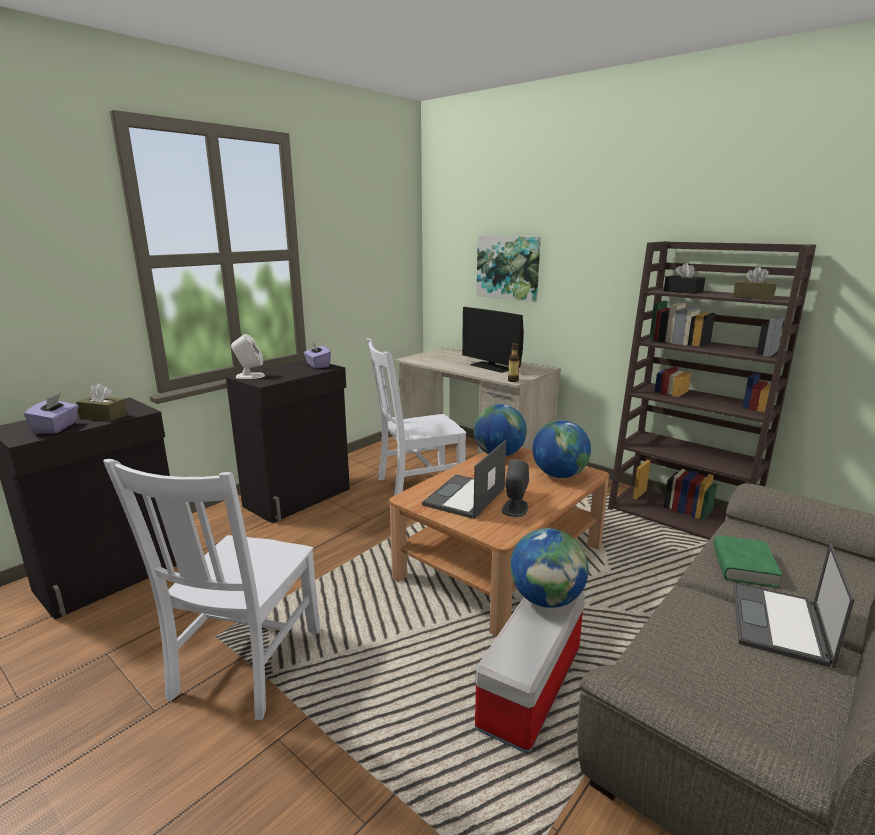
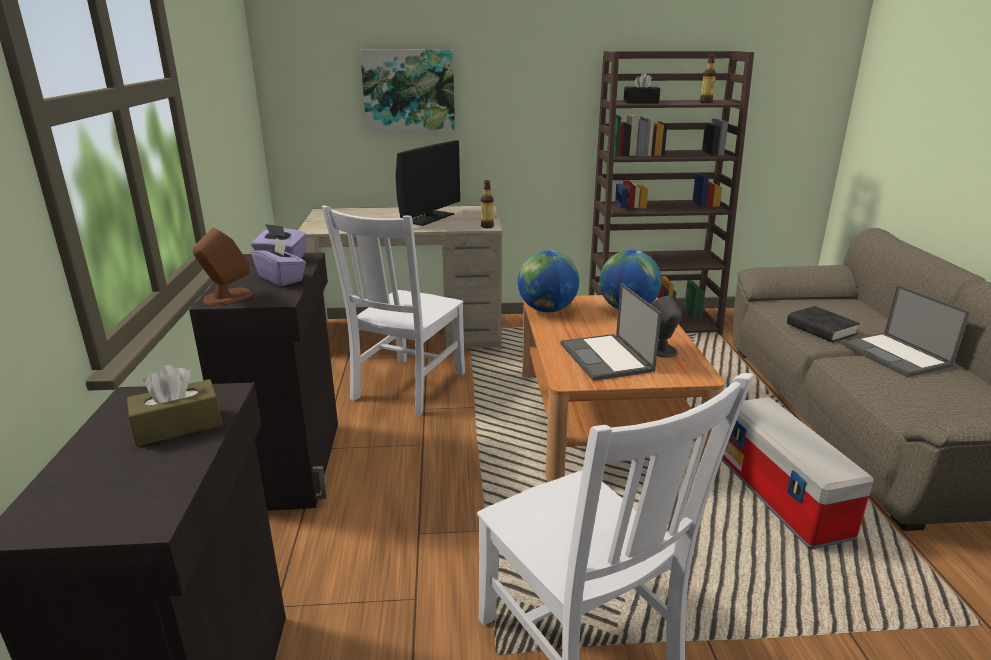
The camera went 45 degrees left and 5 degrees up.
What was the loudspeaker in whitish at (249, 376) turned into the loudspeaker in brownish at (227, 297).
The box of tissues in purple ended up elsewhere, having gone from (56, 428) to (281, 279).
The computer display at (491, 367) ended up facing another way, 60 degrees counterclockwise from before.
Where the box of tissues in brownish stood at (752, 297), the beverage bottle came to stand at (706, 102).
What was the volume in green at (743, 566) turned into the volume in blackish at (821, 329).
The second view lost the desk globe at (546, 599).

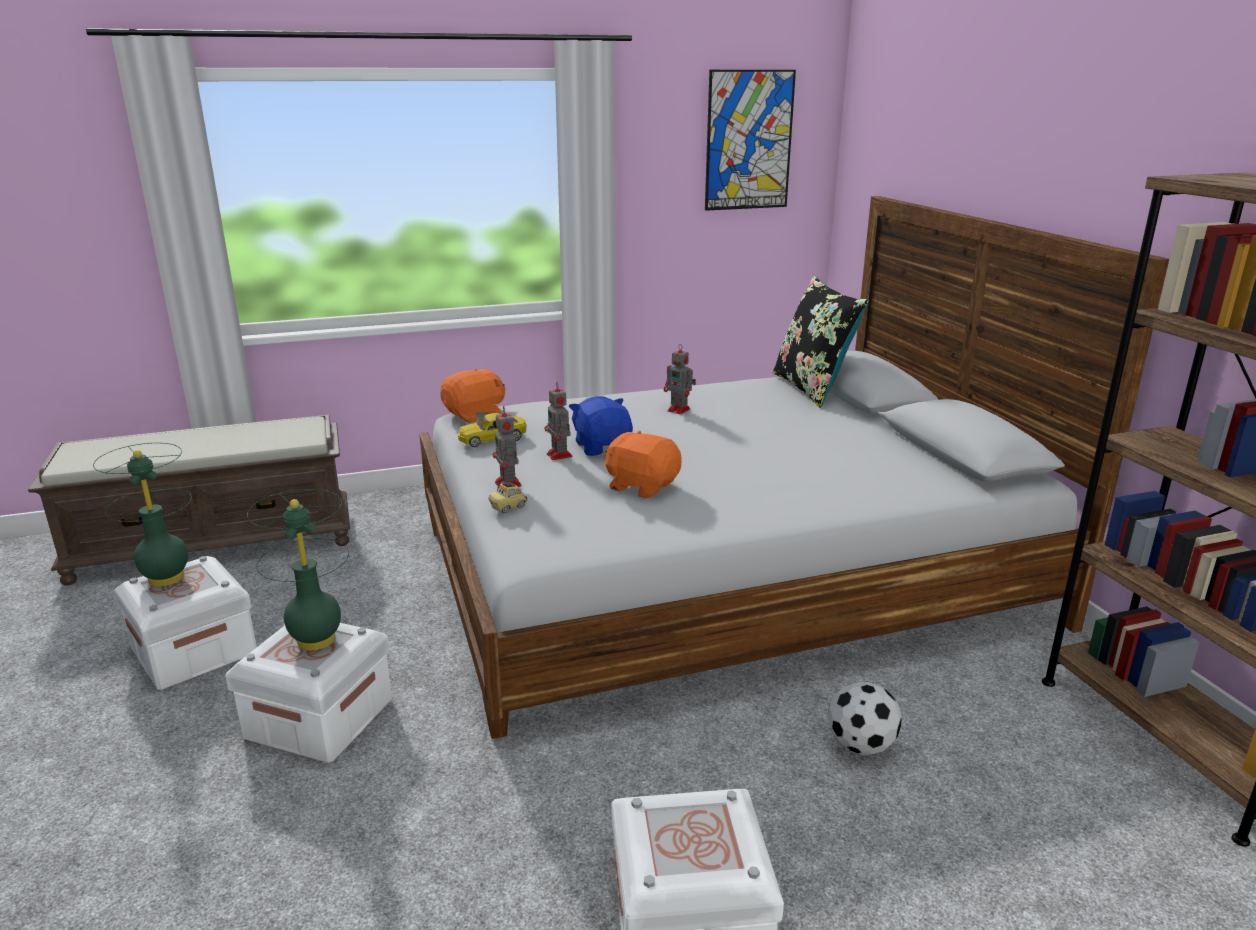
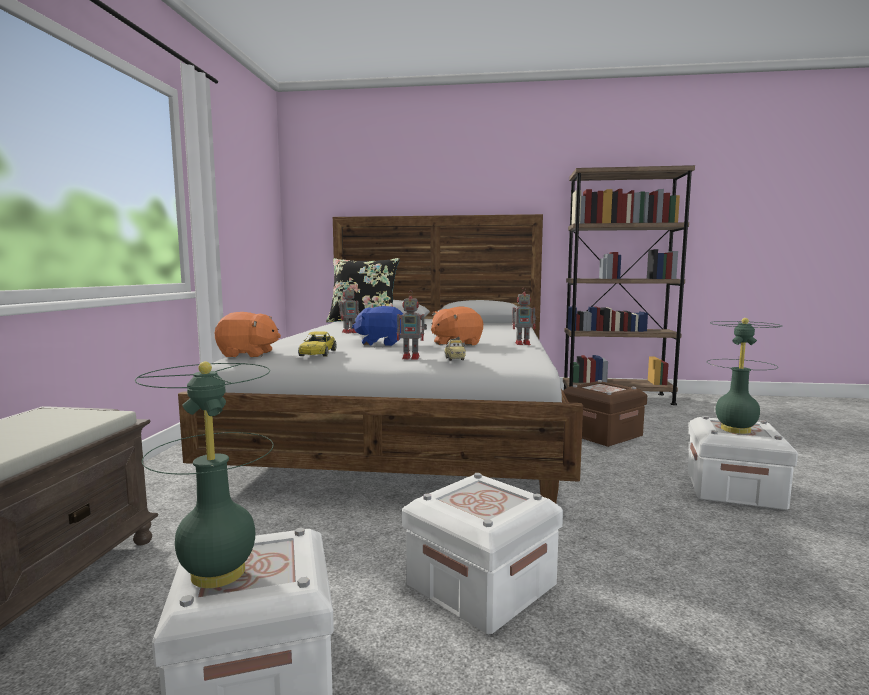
The camera went 65 degrees left and 15 degrees down.
The soft toy in orange at (475, 414) ended up facing another way, 105 degrees clockwise from before.
The toy robot ended up elsewhere, having gone from (560, 455) to (523, 344).
Where the football stood at (861, 746), the storage box in brownish came to stand at (601, 434).
The lamp for a table in green ended up elsewhere, having gone from (316, 639) to (735, 429).
The second view lost the wall picture at (749, 140).

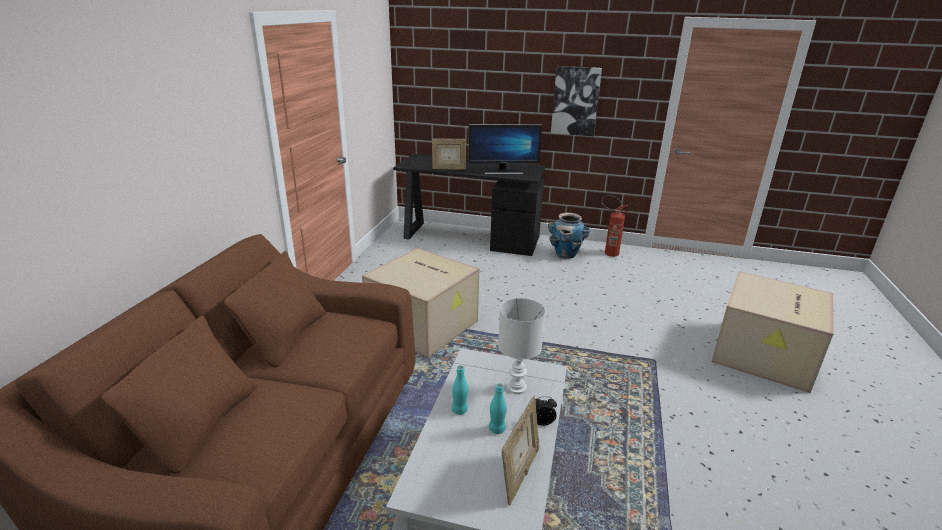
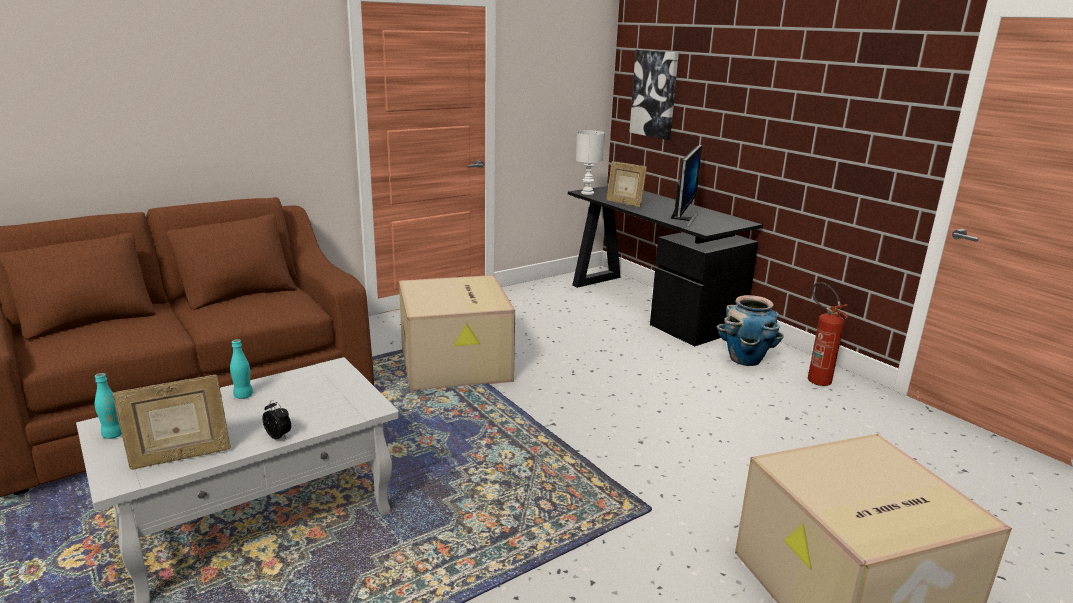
The camera went 40 degrees right and 5 degrees down.
The beverage bottle in turquoise-coloured ended up elsewhere, having gone from (497, 429) to (113, 434).
The lamp for a table in whitish ended up elsewhere, having gone from (517, 387) to (588, 193).
The wall picture ended up elsewhere, having gone from (575, 101) to (654, 94).
The computer display at (503, 172) ended up facing another way, 105 degrees counterclockwise from before.

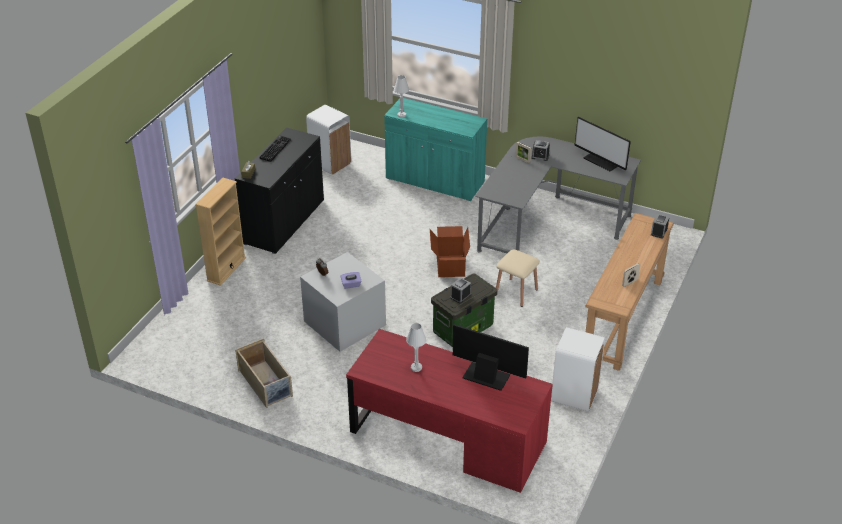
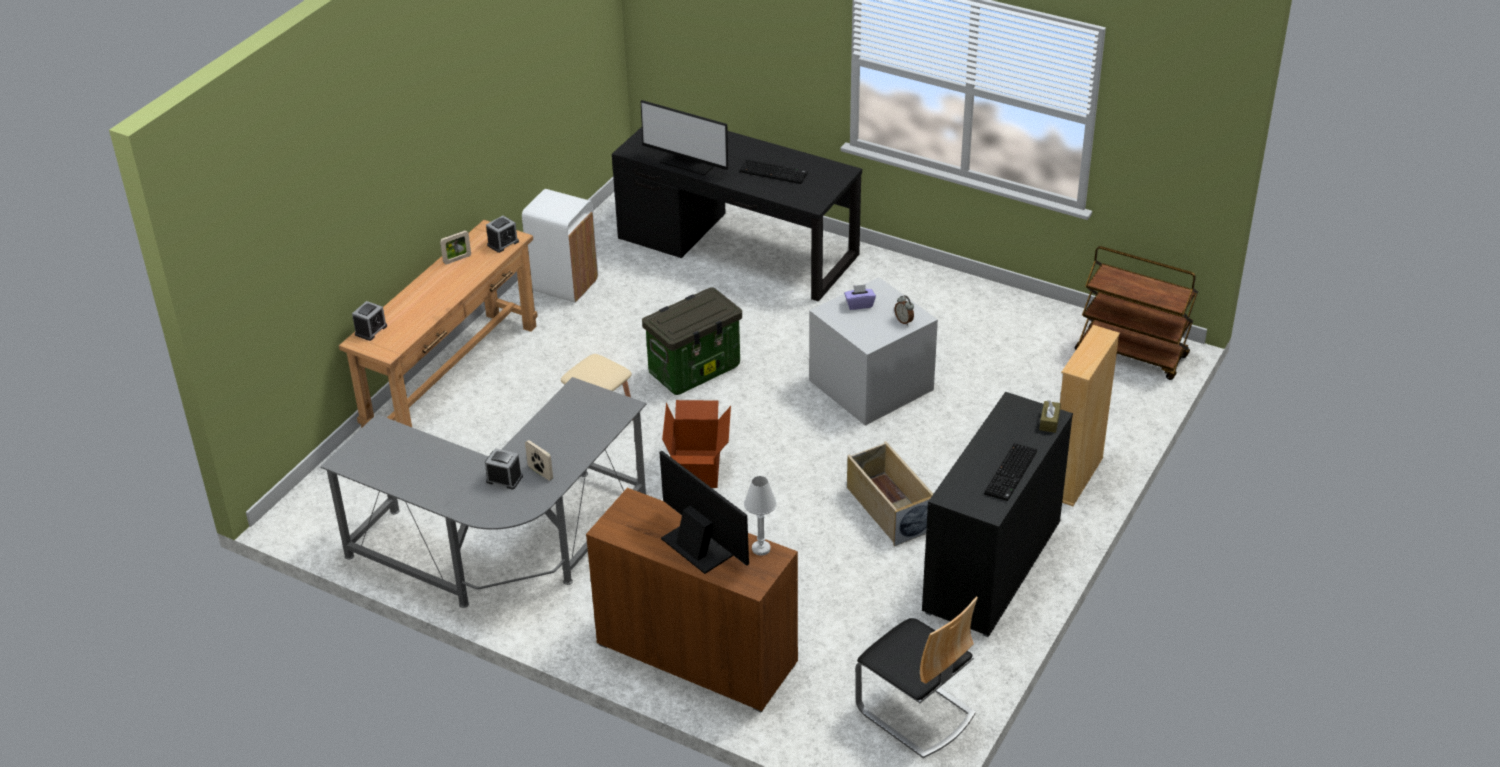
The camera went 175 degrees left and 0 degrees up.
The alarm clock ended up elsewhere, having gone from (460, 296) to (503, 243).
What was the cupboard in turquoise-coloured at (435, 181) turned into the cupboard in brownish at (697, 653).
What was the desk unit in reddish at (447, 437) turned into the desk unit in blackish at (738, 247).
The computer display ended up elsewhere, having gone from (602, 161) to (698, 546).
Where the lamp for a table in whitish stood at (416, 367), the PC keyboard came to stand at (774, 172).
The storage box in beige-coloured ended up elsewhere, having gone from (266, 383) to (889, 508).
Where the trash can in whitish stood at (330, 163), the chair came to stand at (915, 712).
The second view gained the cart in brownish at (1132, 354).

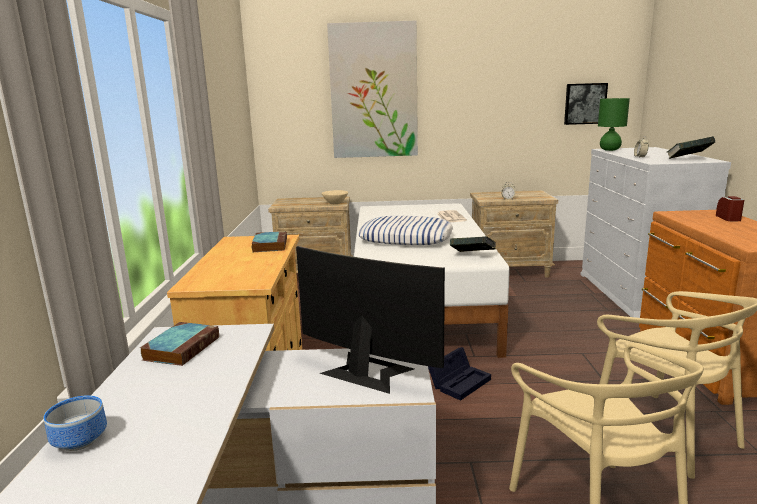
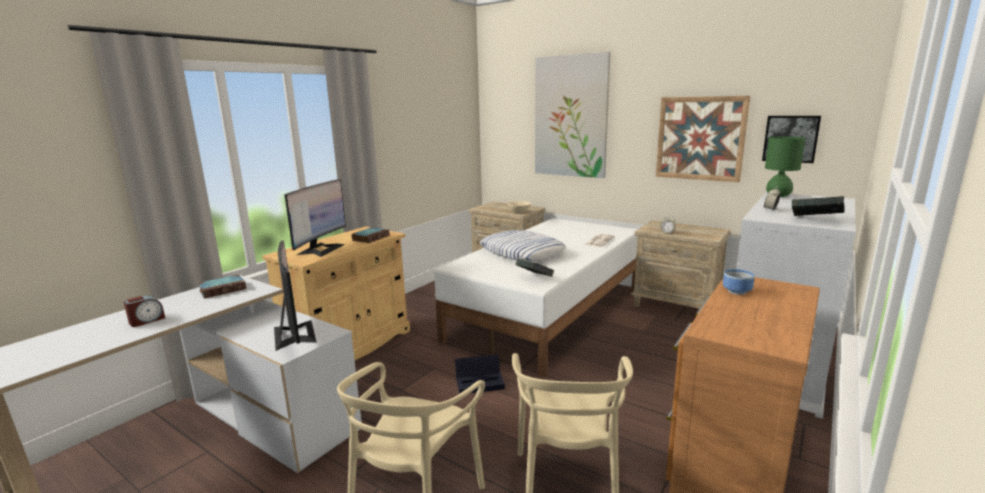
The camera went 35 degrees right and 0 degrees up.
The alarm clock ended up elsewhere, having gone from (728, 218) to (147, 321).
The second view gained the computer display at (321, 249).
The second view gained the wall picture at (700, 138).
The serving bowl ended up elsewhere, having gone from (81, 439) to (736, 291).

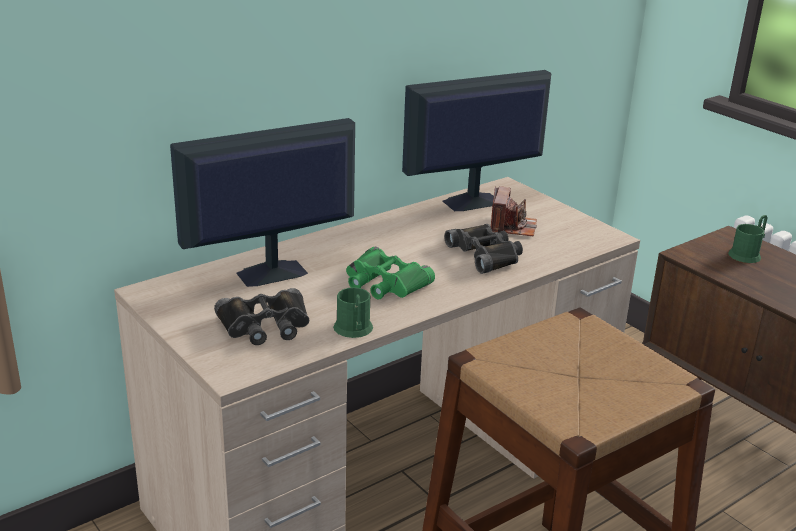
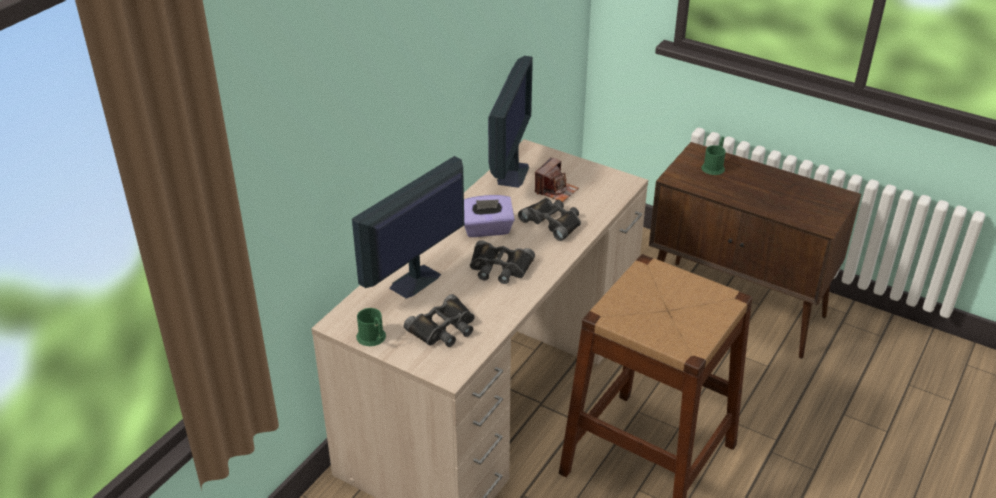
The camera went 20 degrees left and 10 degrees up.
The tea mug in green ended up elsewhere, having gone from (354, 330) to (373, 339).
The second view gained the box of tissues in purple at (487, 229).
What was the pair of binoculars in green at (384, 283) turned into the pair of binoculars in blackish at (499, 268).
The computer display at (471, 202) ended up facing another way, 150 degrees clockwise from before.
The still camera at (512, 227) ended up facing another way, 45 degrees clockwise from before.

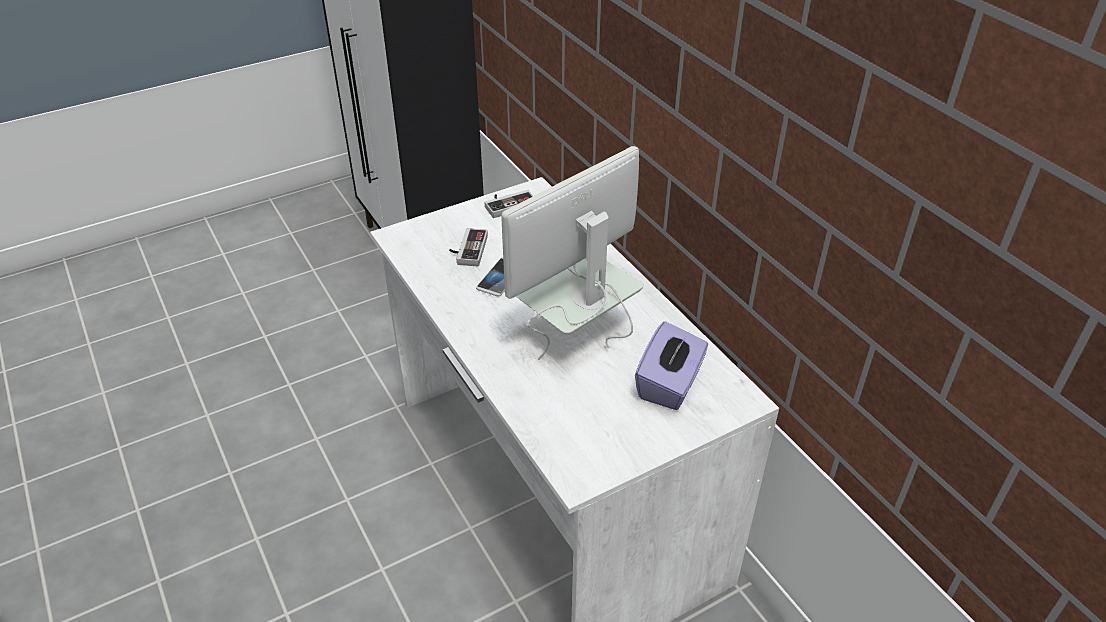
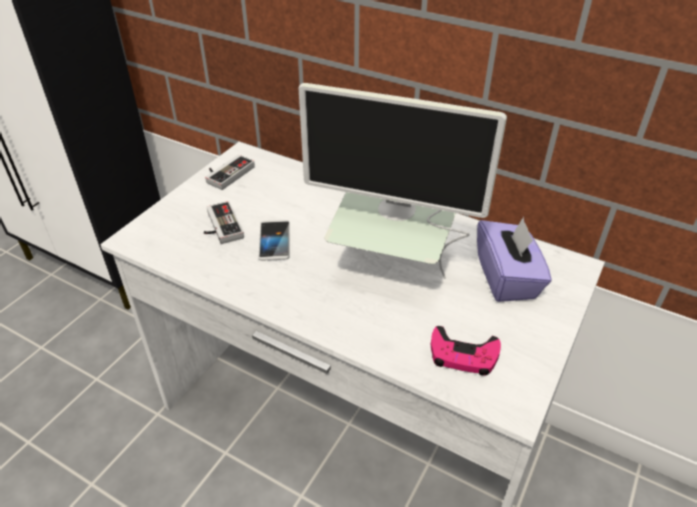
The camera went 30 degrees left and 0 degrees up.
The computer display at (577, 335) ended up facing another way, 90 degrees counterclockwise from before.
The second view gained the game controller in pinkish at (463, 355).

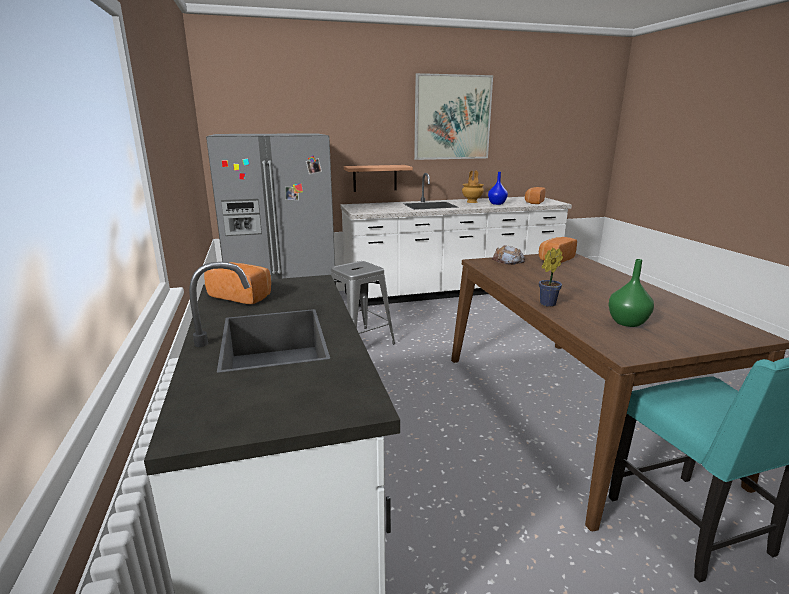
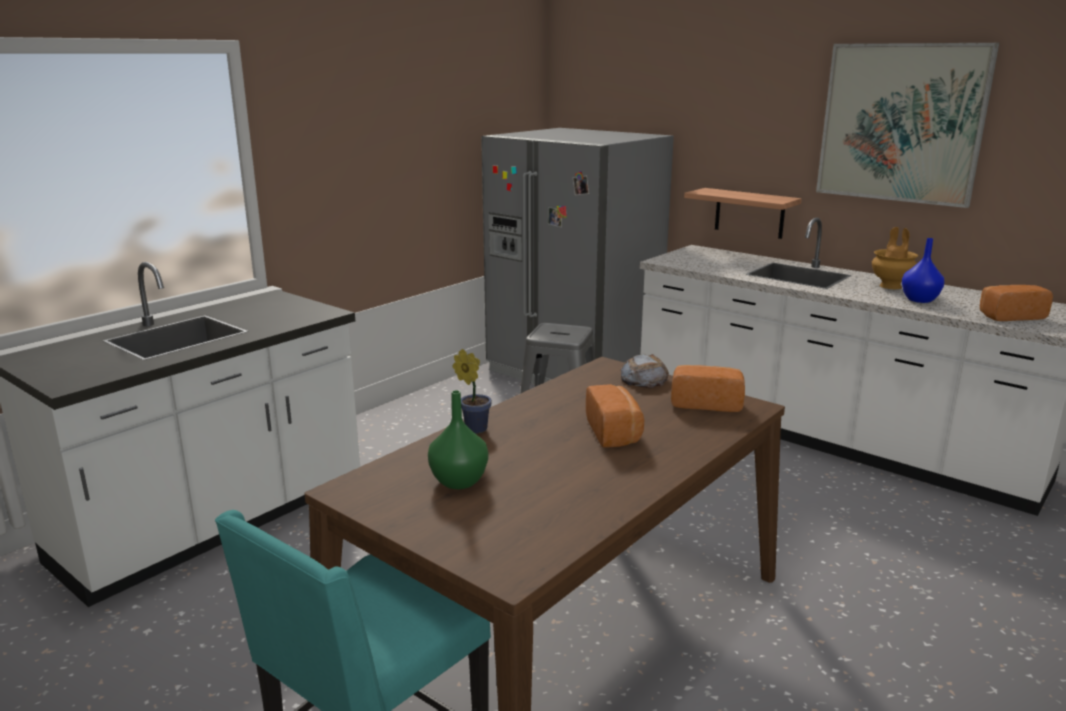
The camera went 55 degrees right and 0 degrees up.
The baked bread ended up elsewhere, having gone from (242, 296) to (615, 432).

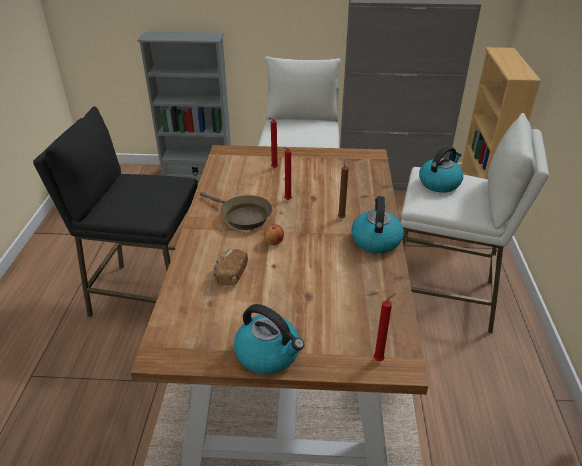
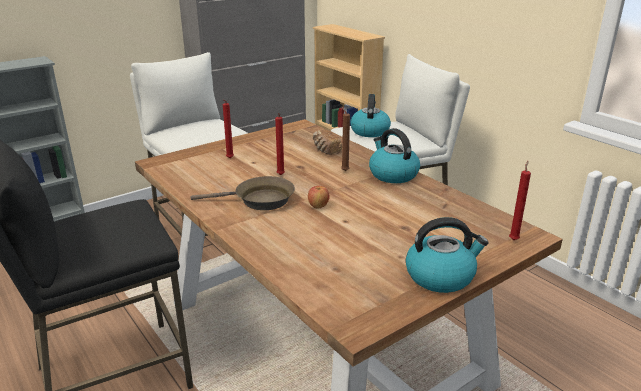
The camera went 40 degrees left and 10 degrees down.
The baked bread ended up elsewhere, having gone from (230, 274) to (325, 150).

